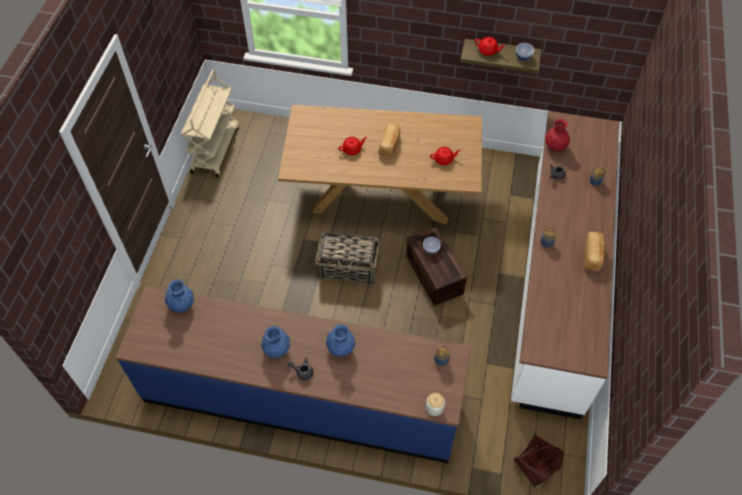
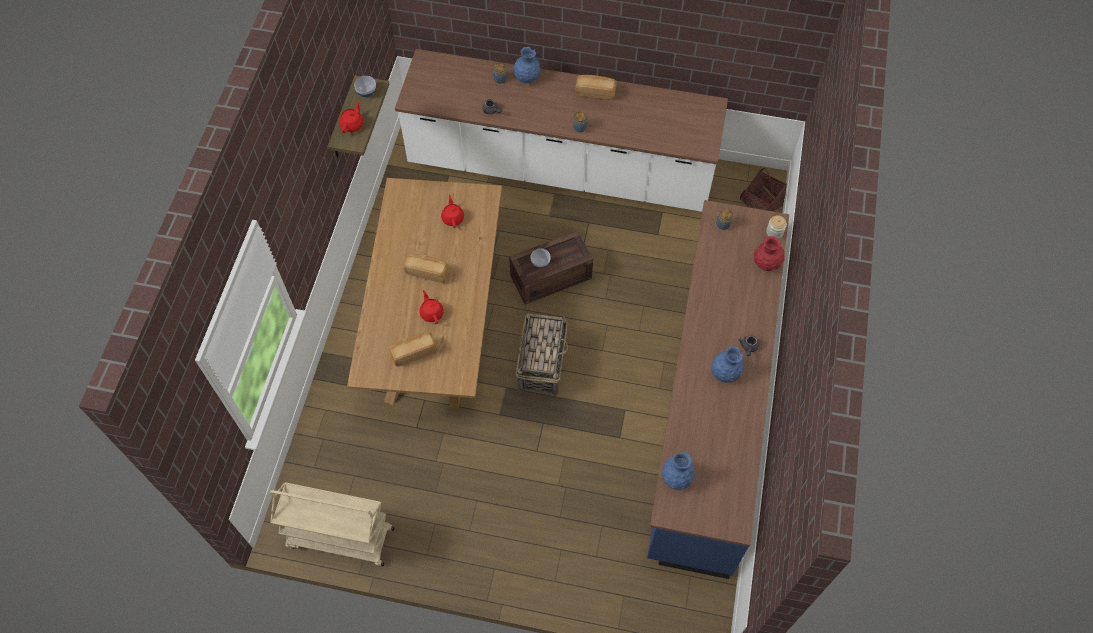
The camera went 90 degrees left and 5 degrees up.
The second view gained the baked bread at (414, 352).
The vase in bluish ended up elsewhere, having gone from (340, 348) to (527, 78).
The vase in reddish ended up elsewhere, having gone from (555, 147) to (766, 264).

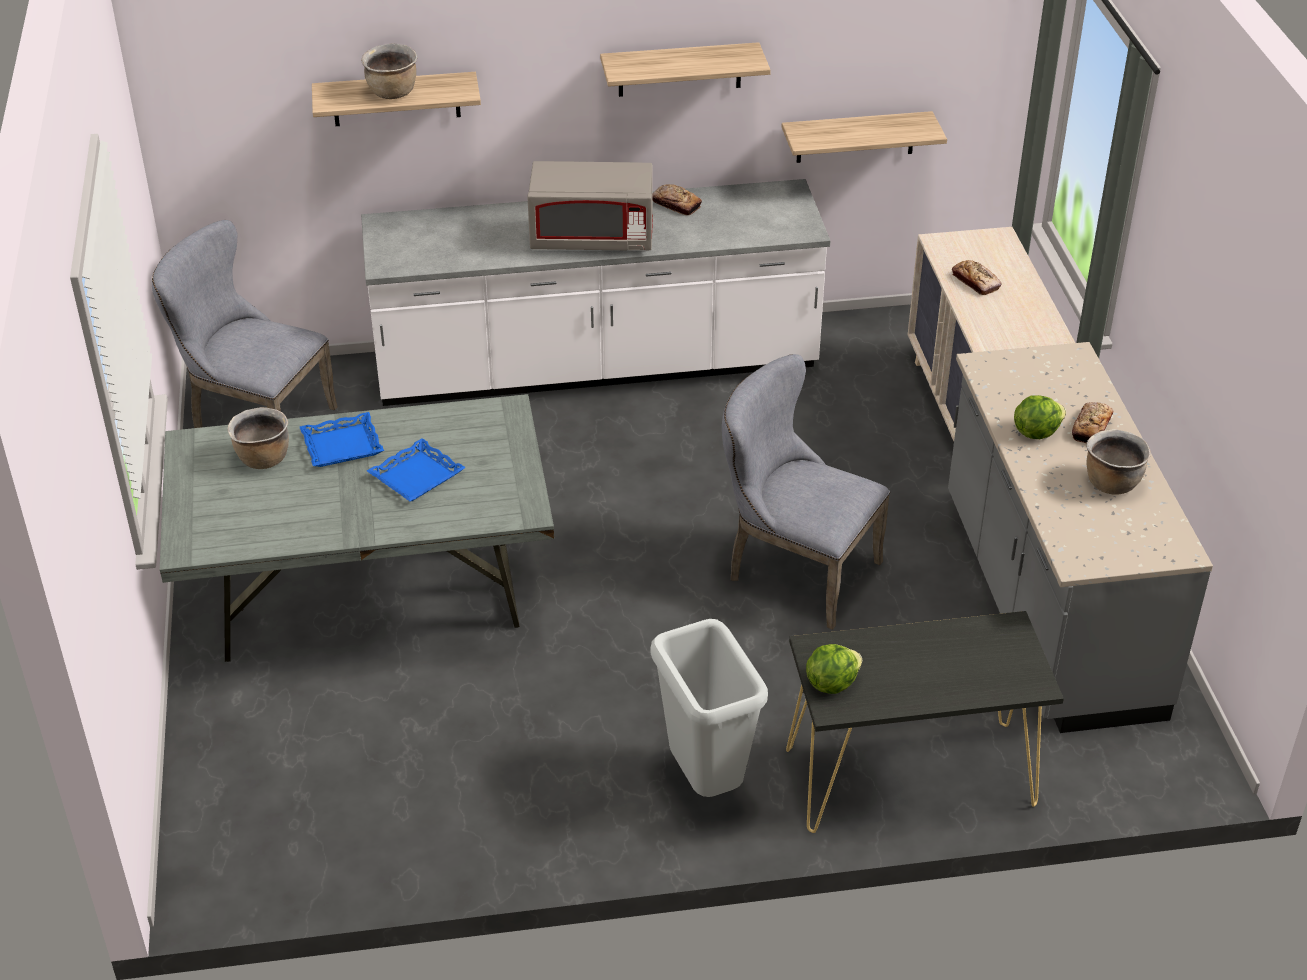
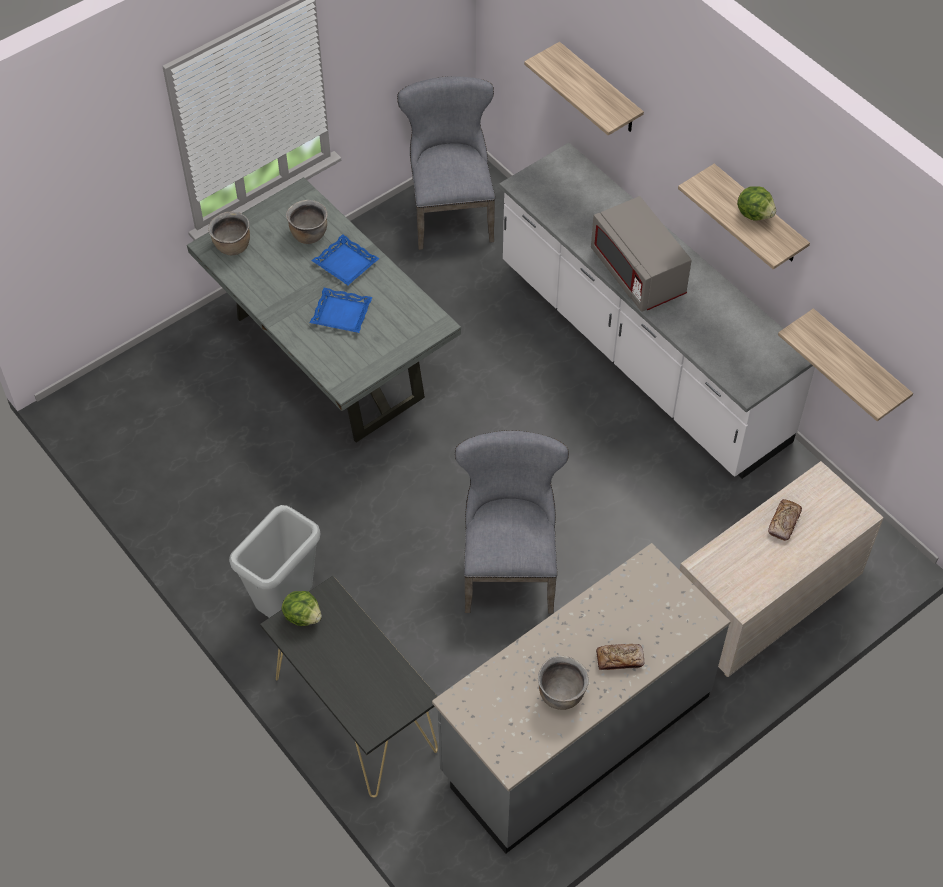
The camera went 60 degrees right and 15 degrees up.
The saucepot in brownish ended up elsewhere, having gone from (393, 93) to (232, 246).
The lettuce ended up elsewhere, having gone from (1036, 432) to (754, 213).
The second view lost the baked bread at (676, 204).

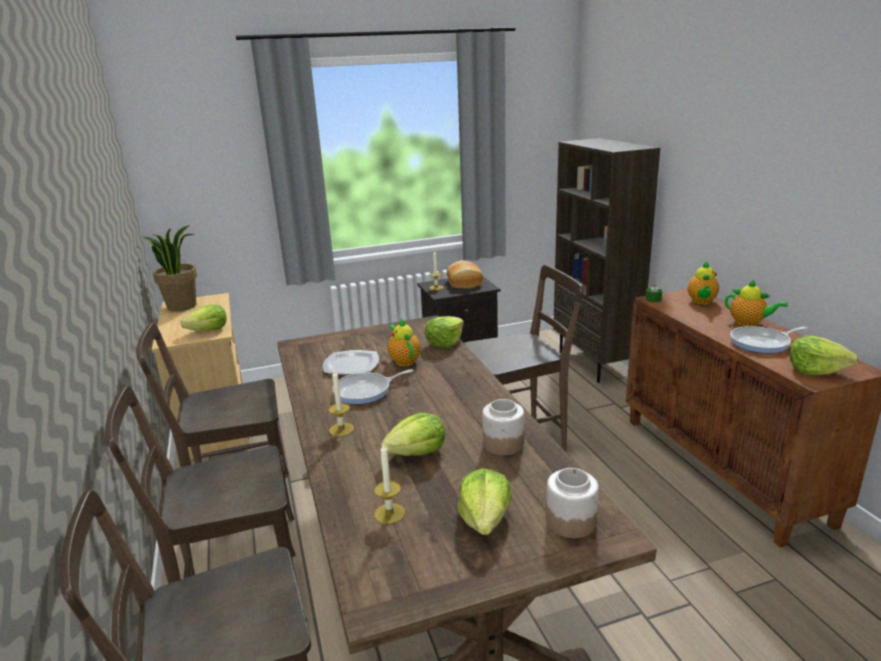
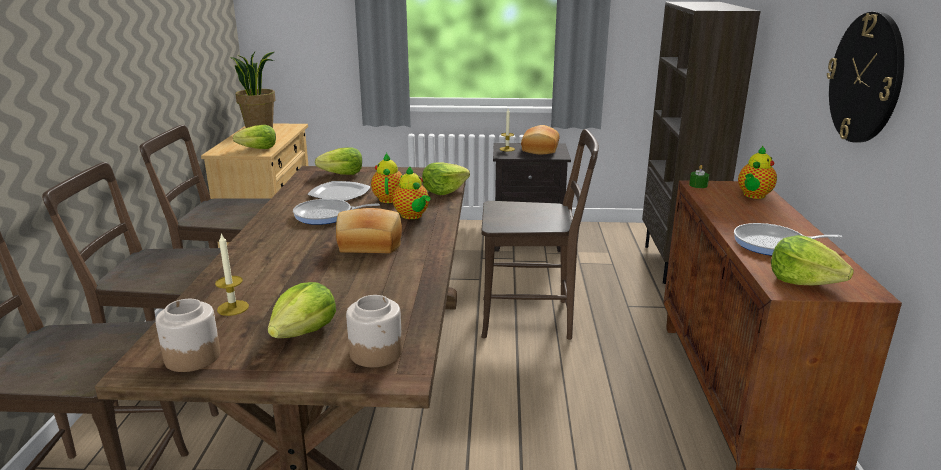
The camera went 20 degrees right and 0 degrees up.
The storage jar ended up elsewhere, having gone from (502, 444) to (192, 357).
The lettuce ended up elsewhere, having gone from (417, 452) to (342, 174).
The second view gained the baked bread at (369, 245).
The tea pot ended up elsewhere, having gone from (749, 323) to (412, 216).
The second view gained the hanging clock at (866, 78).
The second view lost the wax candle at (341, 429).

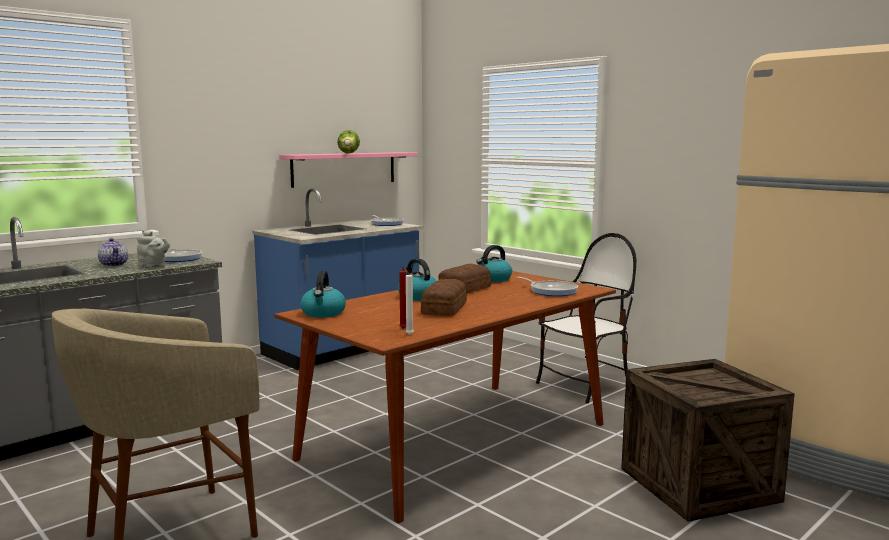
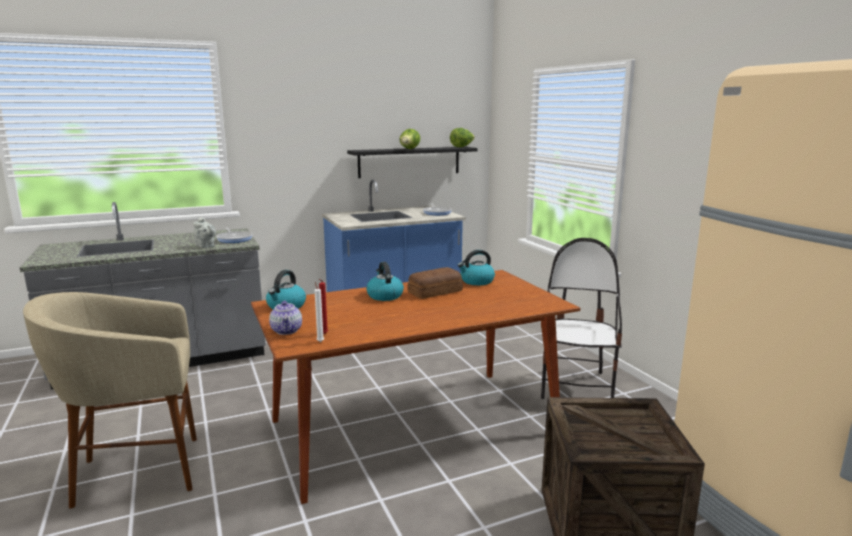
The camera went 20 degrees right and 5 degrees up.
The tea pot ended up elsewhere, having gone from (114, 264) to (287, 331).
What was the bracket shelf in pinkish at (344, 169) turned into the bracket shelf in blackish at (409, 162).
The second view gained the lettuce at (462, 147).
The chair at (585, 385) ended up facing another way, 60 degrees counterclockwise from before.
The second view lost the baked bread at (445, 308).
The second view lost the frying pan at (551, 291).

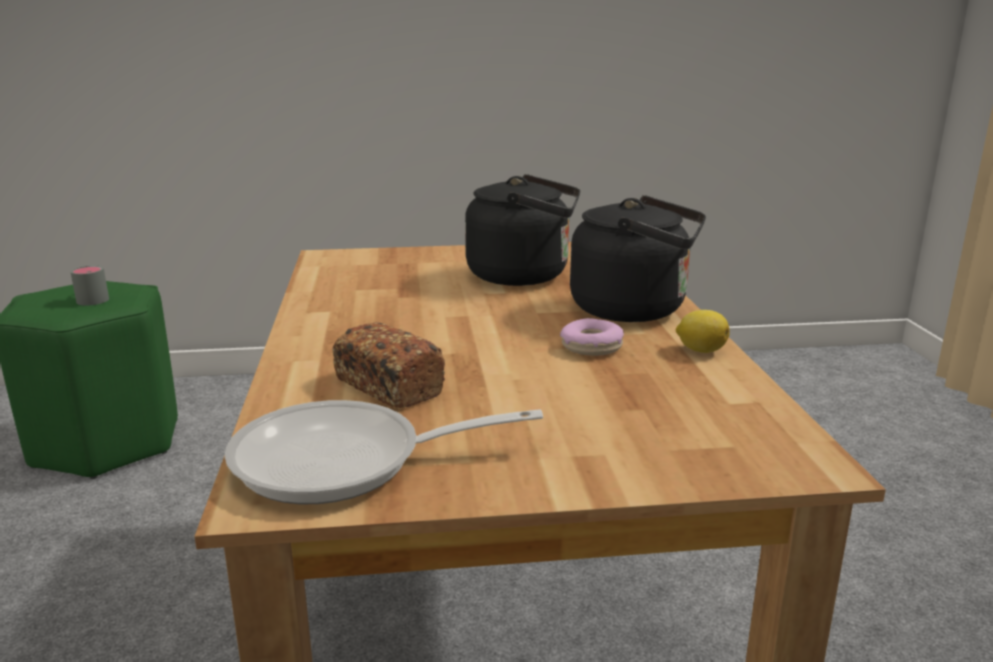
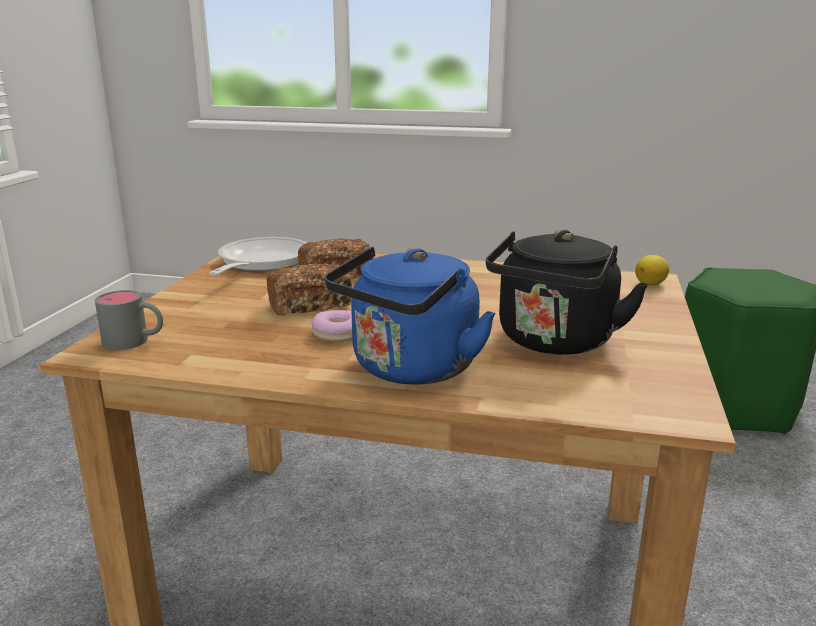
The camera went 110 degrees right and 0 degrees up.
The tea mug in greyish ended up elsewhere, having gone from (94, 298) to (135, 341).
The second view gained the baked bread at (310, 305).
What was the kettle in blackish at (635, 309) turned into the kettle in bluish at (410, 370).
The whole lemon ended up elsewhere, having gone from (700, 350) to (651, 284).

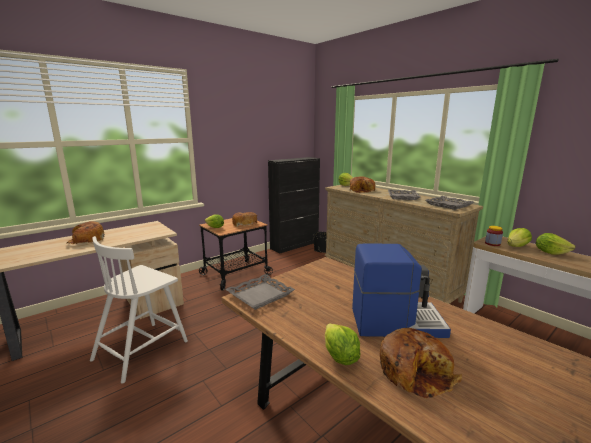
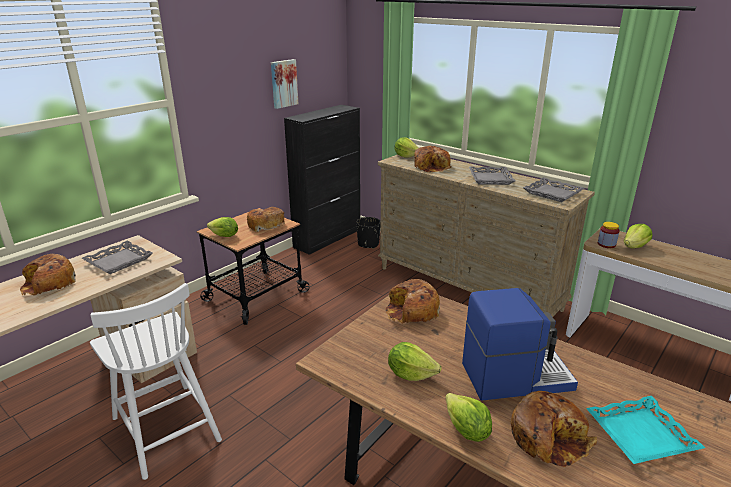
The camera went 10 degrees left and 10 degrees up.
The carrying tray in greyish ended up elsewhere, having gone from (260, 295) to (118, 261).
The chair in whitish at (142, 349) ended up facing another way, 60 degrees counterclockwise from before.
The second view gained the wall picture at (283, 83).
The second view gained the baked bread at (411, 311).
The lettuce ended up elsewhere, having gone from (550, 253) to (411, 374).
The second view gained the carrying tray in turquoise-coloured at (641, 435).

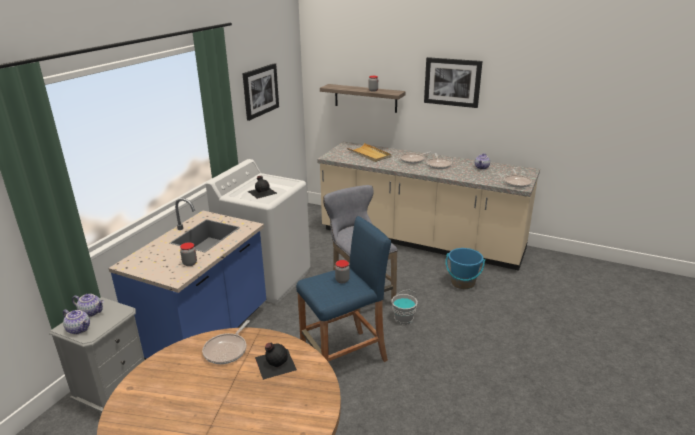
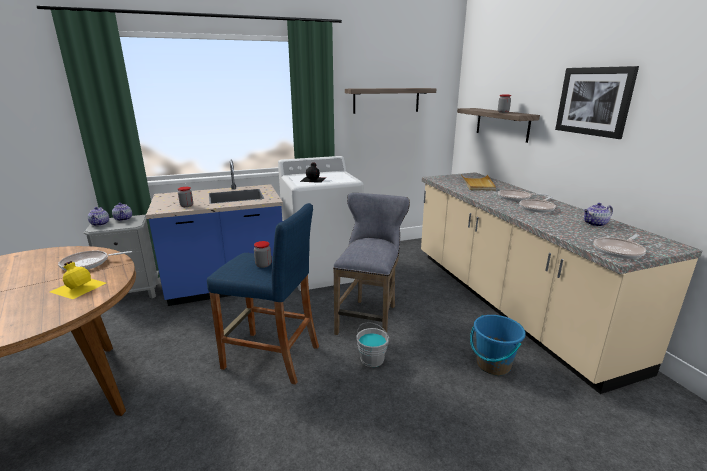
The camera went 45 degrees right and 5 degrees down.
What was the beverage bottle in blackish at (274, 363) turned into the beverage bottle in yellow at (78, 286).
Where the wall picture hung at (260, 91), the bracket shelf came to hang at (386, 100).

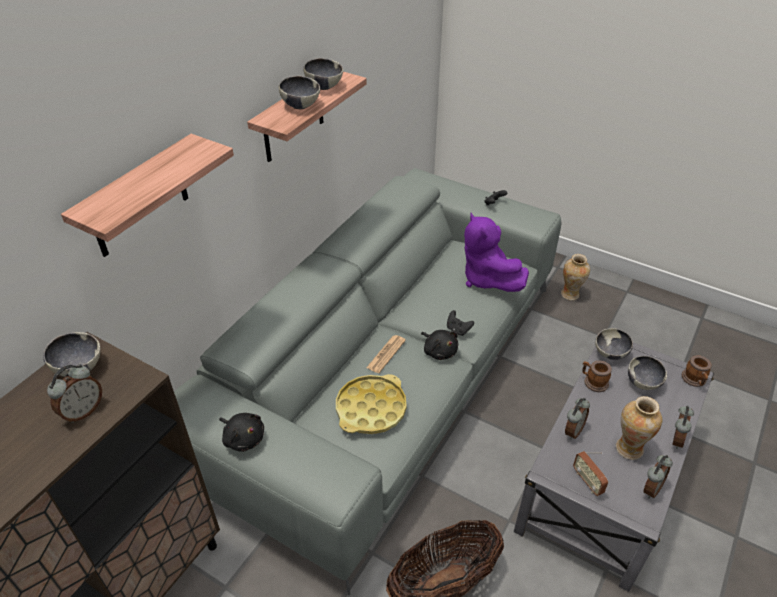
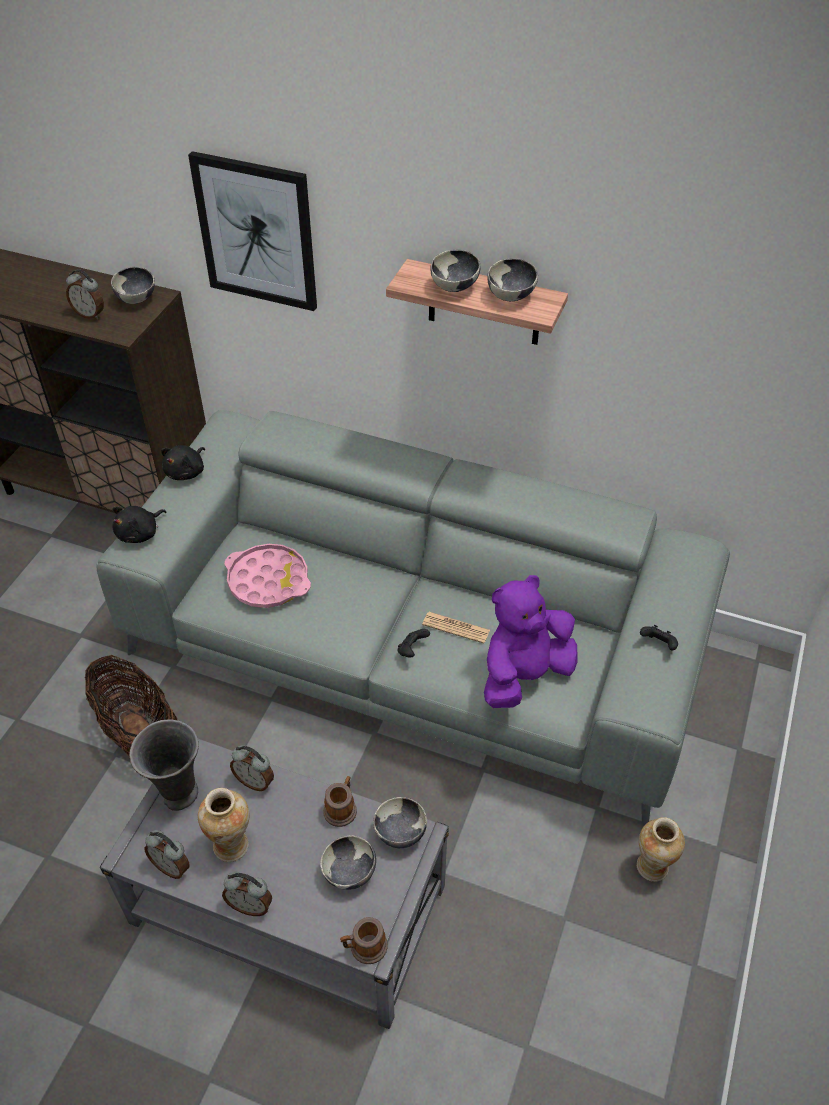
The camera went 80 degrees right and 5 degrees up.
The soft toy in blackish ended up elsewhere, having gone from (439, 351) to (140, 533).
Where the radio receiver stood at (587, 481), the vase in greyish came to stand at (179, 795).
Where the bracket shelf hung at (139, 198), the wall picture came to hang at (257, 232).
What was the carrying tray in yellow at (371, 409) turned into the carrying tray in pinkish at (268, 581).
The daily paper ended up elsewhere, having gone from (386, 354) to (456, 628).

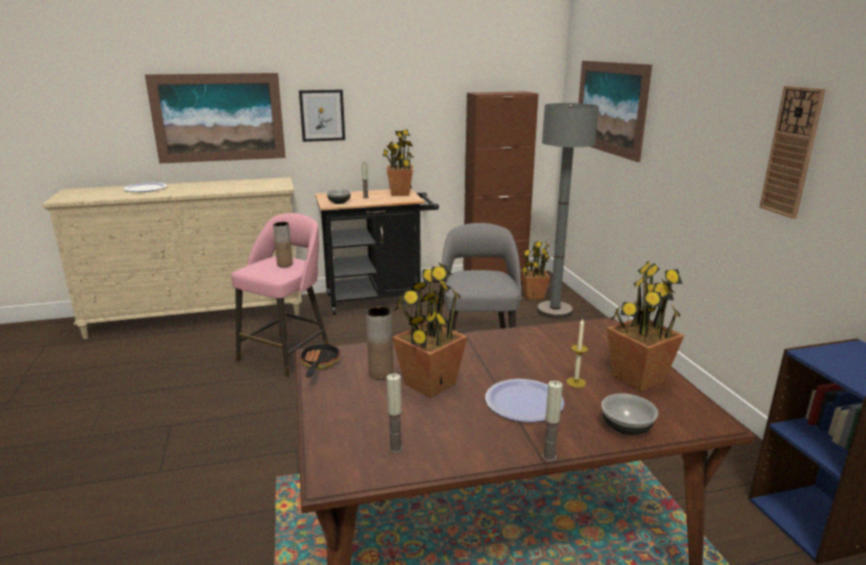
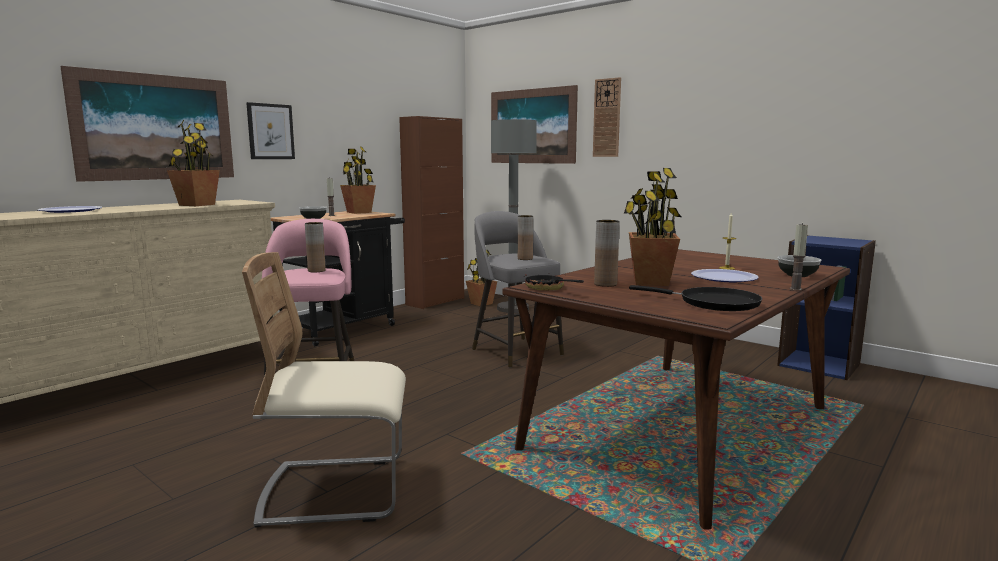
The camera went 35 degrees left and 10 degrees down.
The houseplant ended up elsewhere, having gone from (637, 378) to (196, 205).
The second view gained the chair in beige-coloured at (335, 491).
The second view gained the vase in brownish at (525, 259).
The hanging clock ended up elsewhere, having gone from (791, 152) to (607, 118).
Where the wax candle stood at (395, 448), the frying pan in blackish came to stand at (713, 303).

